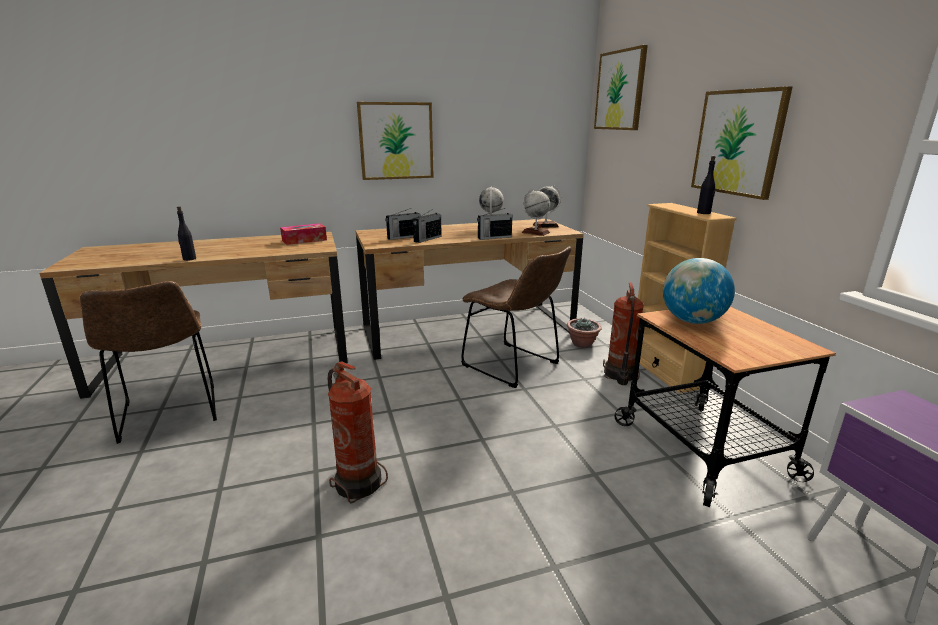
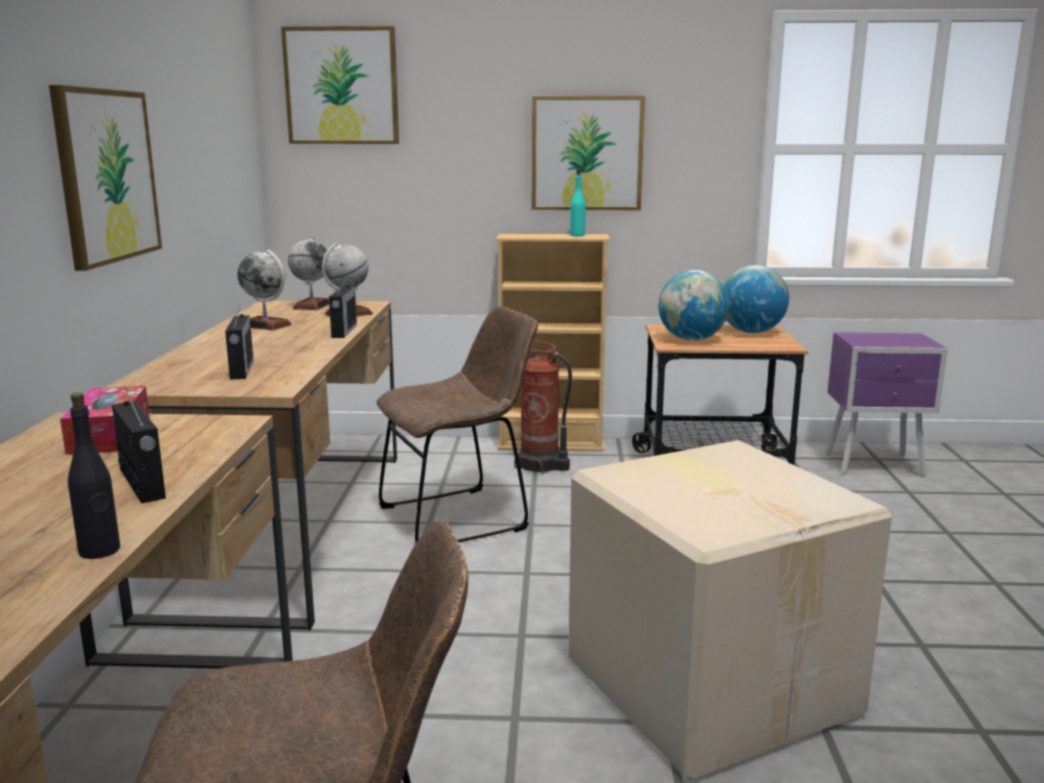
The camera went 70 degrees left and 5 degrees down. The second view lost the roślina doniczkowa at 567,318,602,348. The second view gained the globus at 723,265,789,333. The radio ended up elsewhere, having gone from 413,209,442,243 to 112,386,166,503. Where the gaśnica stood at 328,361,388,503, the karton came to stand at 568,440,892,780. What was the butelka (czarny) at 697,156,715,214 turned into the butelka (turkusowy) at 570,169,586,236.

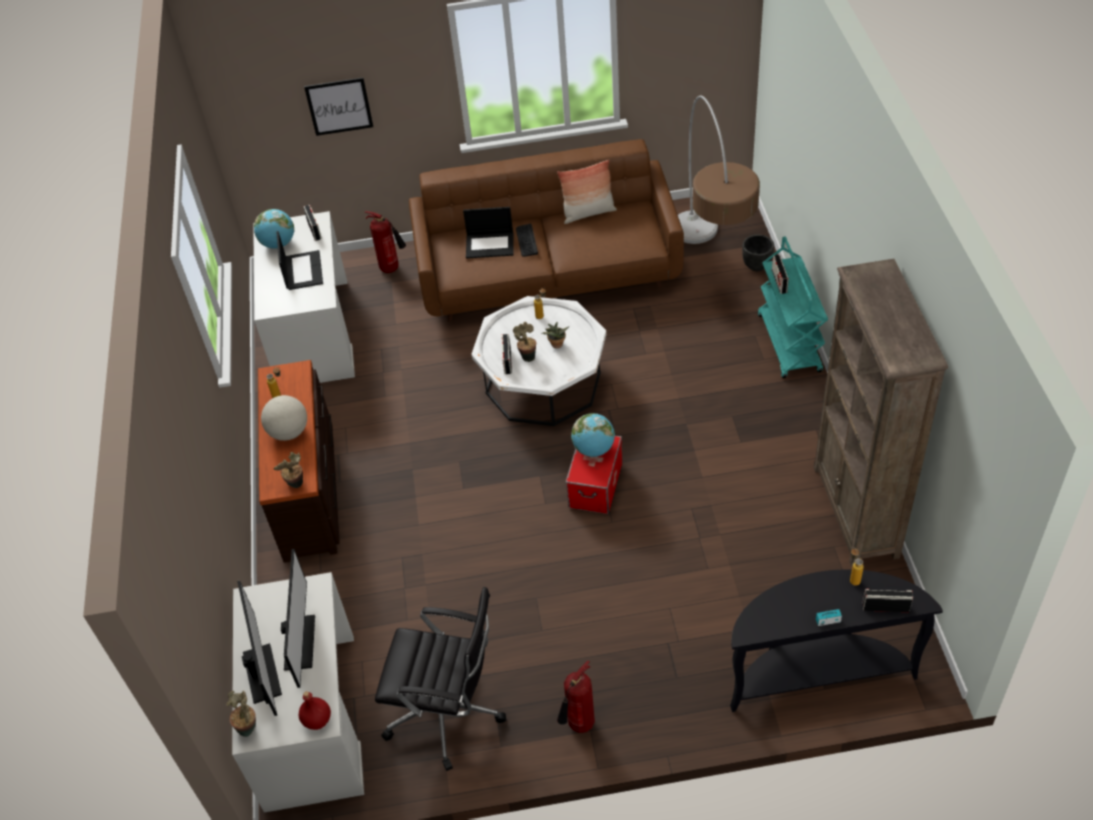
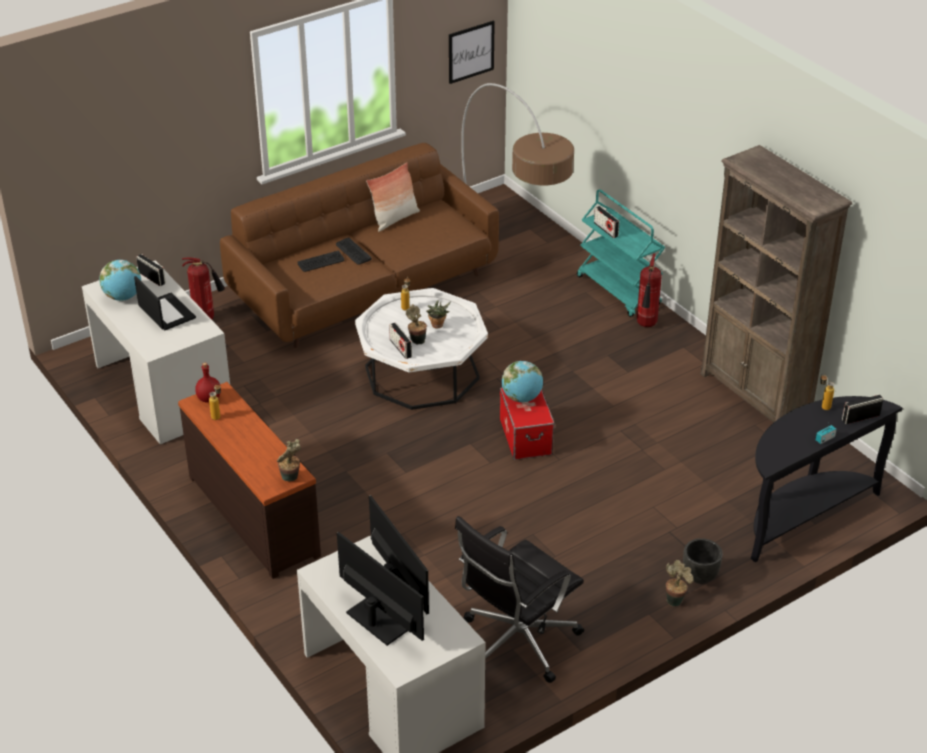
The camera went 30 degrees left and 10 degrees down. The second view lost the globus at 261,395,307,441. The roślina doniczkowa ended up elsewhere, having gone from 226,691,256,737 to 666,560,693,606. The butelka (czerwony) ended up elsewhere, having gone from 299,691,331,730 to 195,363,220,403. The obraz ended up elsewhere, having gone from 304,77,373,136 to 449,21,495,84. The gaśnica ended up elsewhere, having gone from 557,660,595,733 to 637,253,662,327. The donica (czarny) ended up elsewhere, having gone from 742,234,774,271 to 683,538,723,584. Where the laptop stood at 463,207,514,259, the klawiatura came to stand at 298,251,344,272. The krzesło biurowe (czarny) at 375,587,506,771 ended up facing another way, 150 degrees clockwise from before.

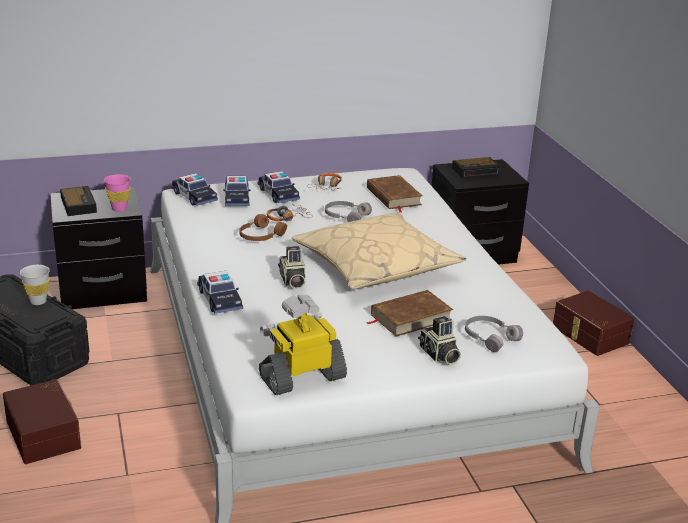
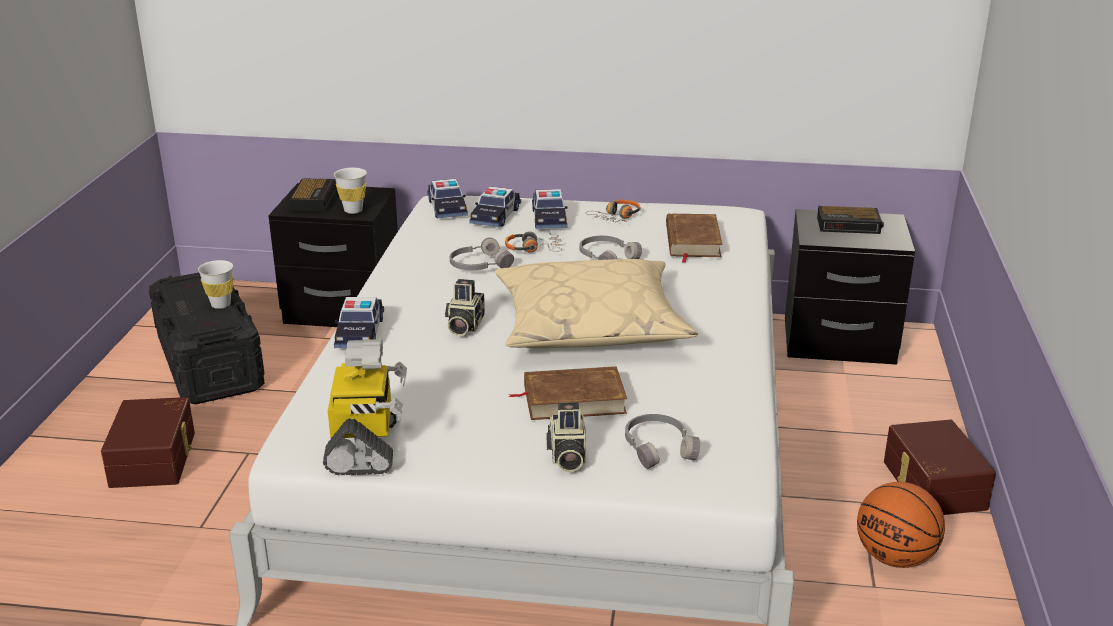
The camera went 25 degrees right and 0 degrees up. The second view gained the piłka do koszykówki at 857,482,945,568. What was the filiżanka (różowy) at 104,174,131,212 turned into the filiżanka (biały) at 334,168,367,214. What was the słuchawki (brązowy) at 239,214,287,241 turned into the słuchawki (szary) at 450,237,514,270. The robot zabawkowy at 259,295,347,395 ended up facing another way, 90 degrees clockwise from before.

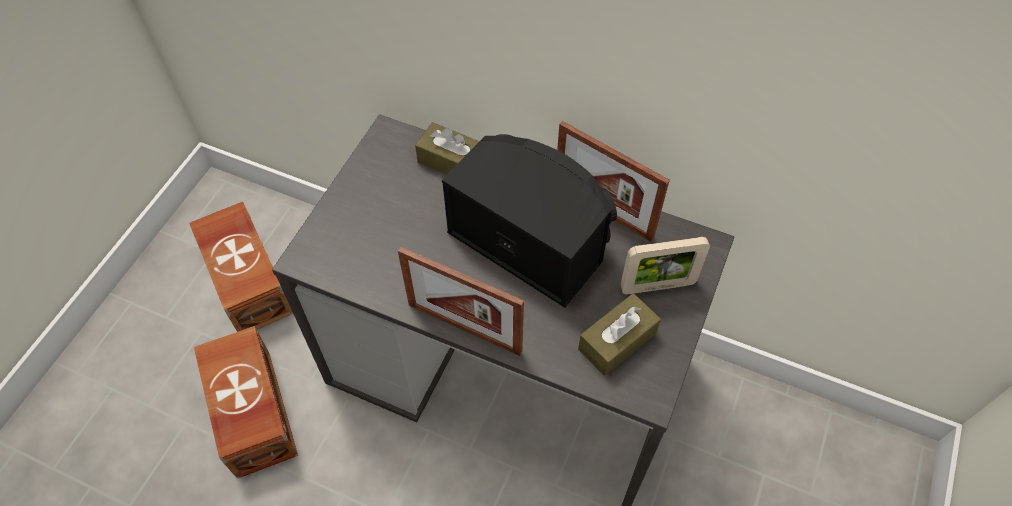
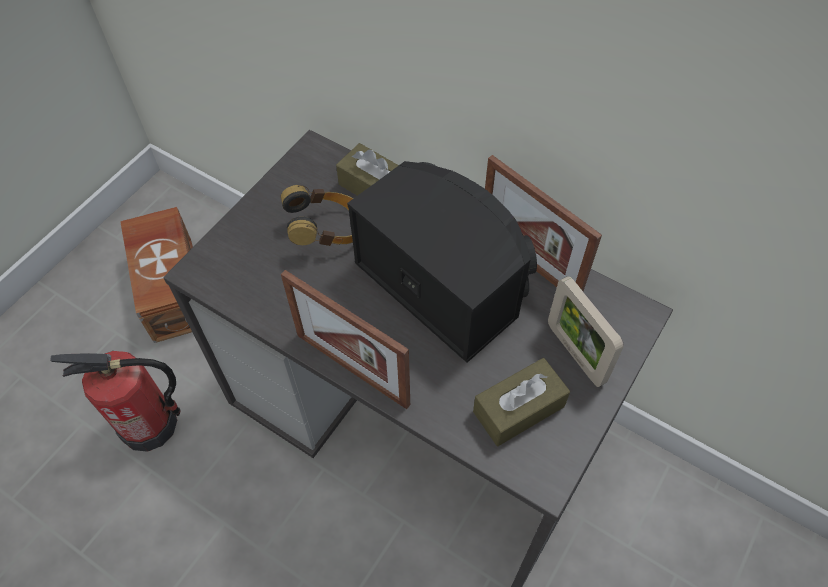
The camera went 10 degrees right and 0 degrees up. The second view gained the słuchawki at 281,185,354,246. Where the pojemnik do przechowywania (brązowy) stood at 194,326,298,479, the gaśnica came to stand at 50,351,181,452. The ramka na zdjęcie at 620,237,710,294 ended up facing another way, 60 degrees clockwise from before.

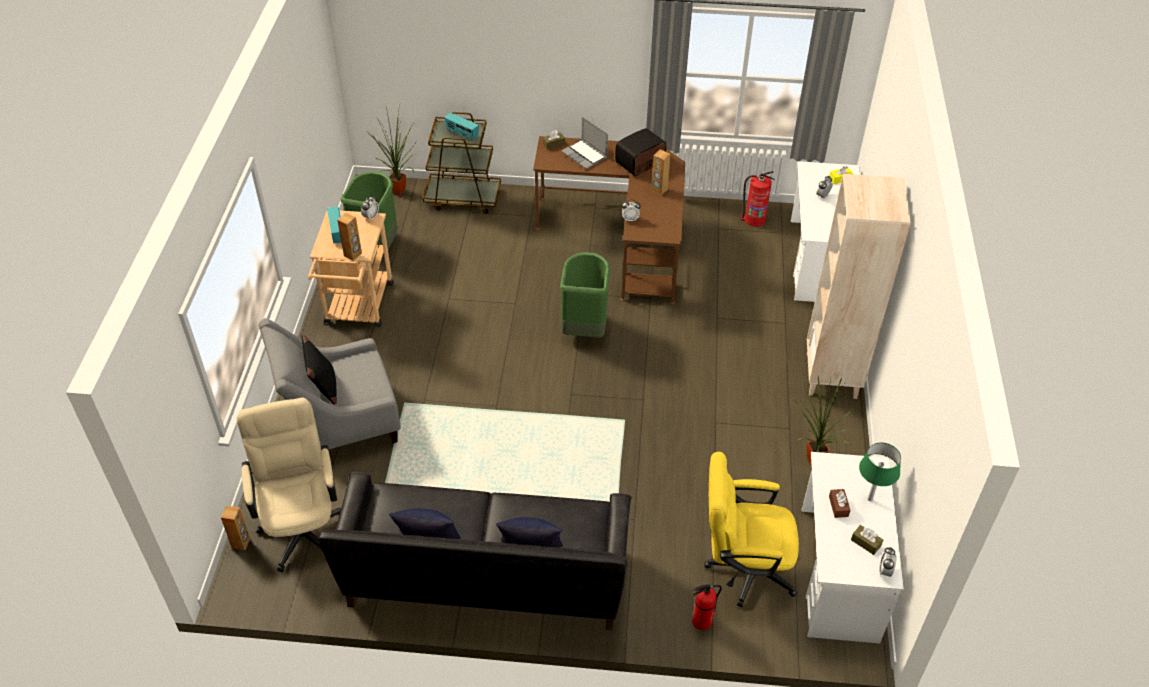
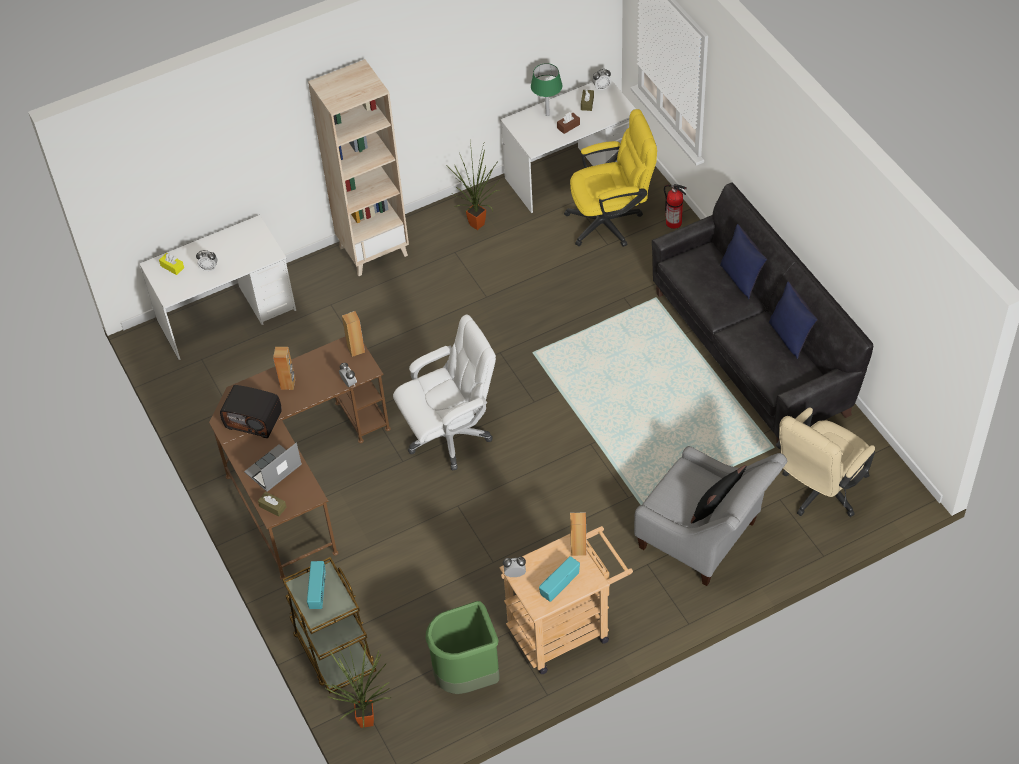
The camera went 120 degrees left and 5 degrees up. The second view lost the gaśnica at 741,171,775,227. The głośnik (brązowy) ended up elsewhere, having gone from 221,506,250,550 to 342,311,365,357. Where the kosz na śmieci (zielony) stood at 560,252,610,338, the krzesło biurowe (biały) came to stand at 393,314,496,470. The laptop at 561,117,608,169 ended up facing another way, 150 degrees counterclockwise from before. The krzesło biurowe (żółty) at 704,452,799,607 ended up facing another way, 75 degrees counterclockwise from before.

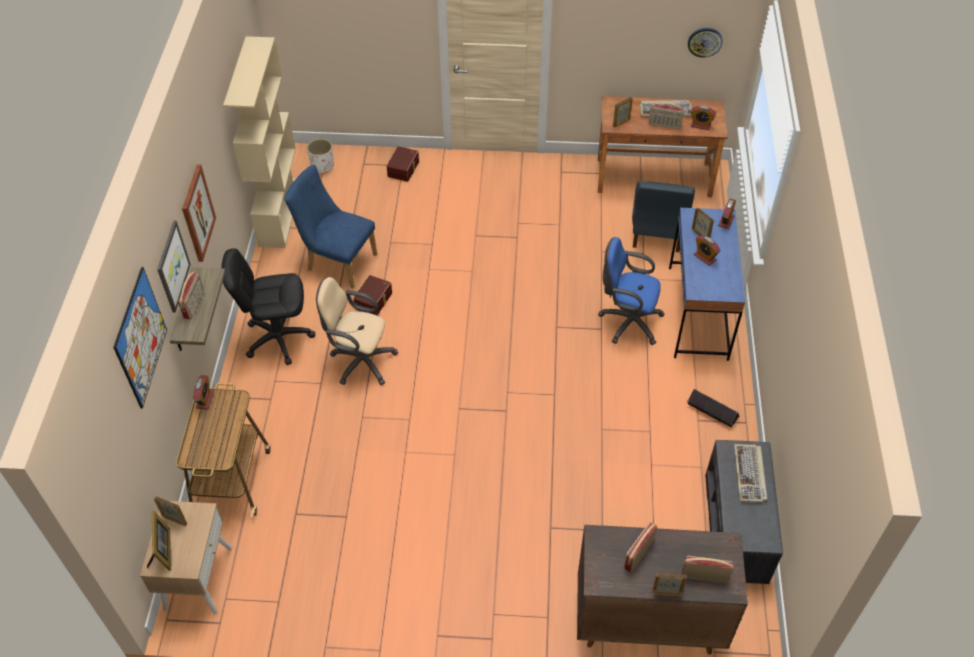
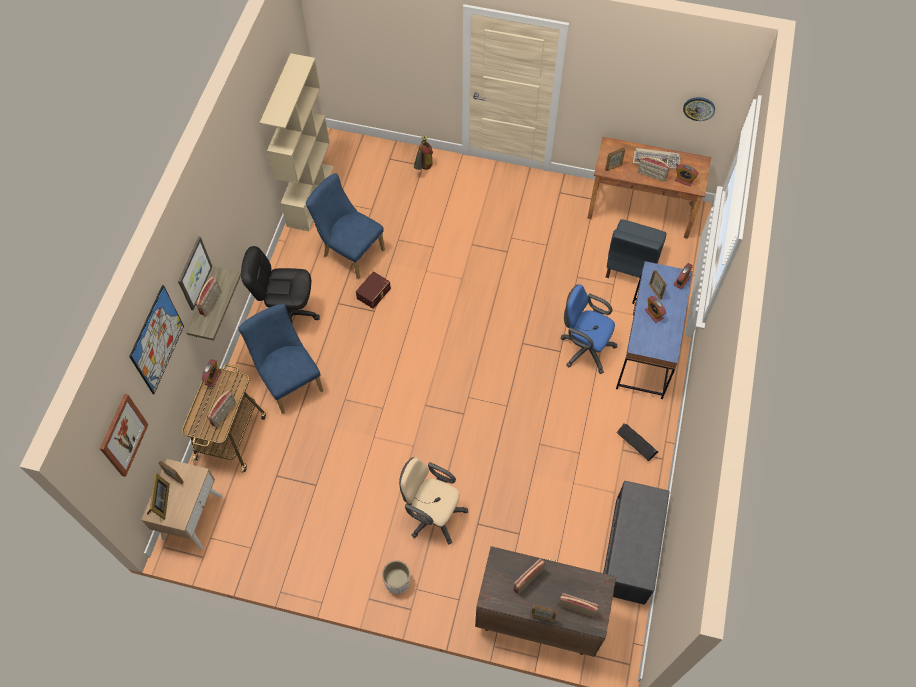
The camera went 10 degrees right and 10 degrees up. The second view lost the klawiatura at 734,444,767,502. The second view gained the radio at 207,390,236,427. The second view gained the krzesło (niebieski) at 238,304,323,414. The obraz ended up elsewhere, having gone from 182,164,216,262 to 99,394,148,477. The donica (biały) ended up elsewhere, having gone from 307,139,334,174 to 382,560,410,594. The krzesło biurowe (beżowy) ended up elsewhere, having gone from 316,277,398,385 to 399,457,468,545. Where the pojemnik do przechowywania (brązowy) stood at 387,146,419,182, the gaśnica came to stand at 414,135,433,170.

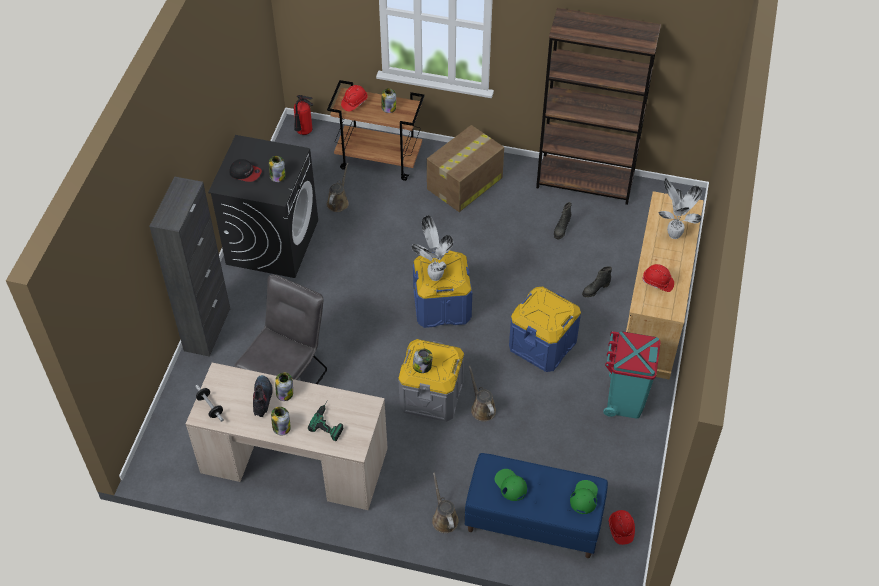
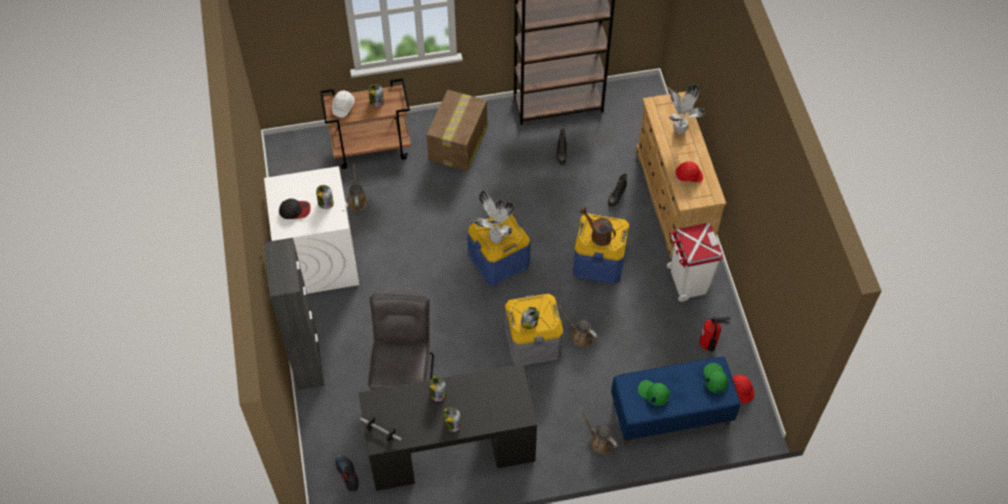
The camera went 25 degrees left and 5 degrees up. The second view lost the wiertarka at 308,400,343,441. The second view gained the konewka (brązowy) at 579,207,616,246. The but z cholewką ended up elsewhere, having gone from 253,375,273,417 to 335,455,359,492. The gaśnica ended up elsewhere, having gone from 294,95,313,135 to 699,316,731,352. What was the biurko (beżowy) at 186,363,388,510 turned into the biurko (czarny) at 359,364,537,491. What was the pralka (czarny) at 208,135,318,278 turned into the pralka (biały) at 264,166,359,294. What was the kask (czerwony) at 341,85,368,112 turned into the kask (biały) at 332,90,355,117. What was the kosz na śmieci (turkusowy) at 603,331,661,419 turned into the kosz na śmieci (biały) at 667,223,723,302.

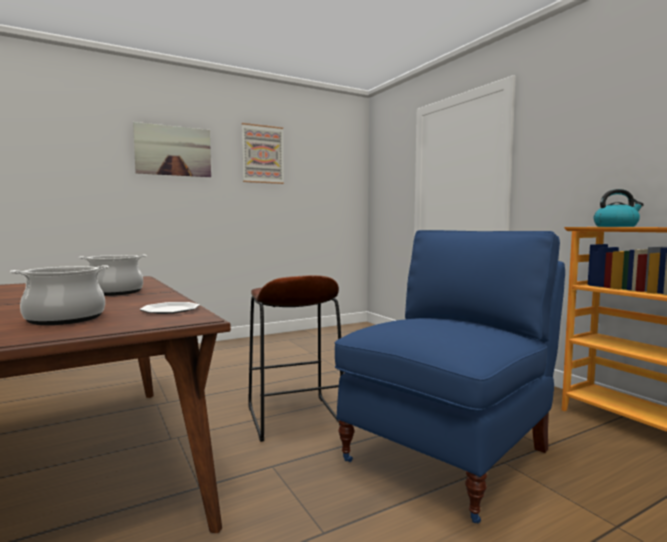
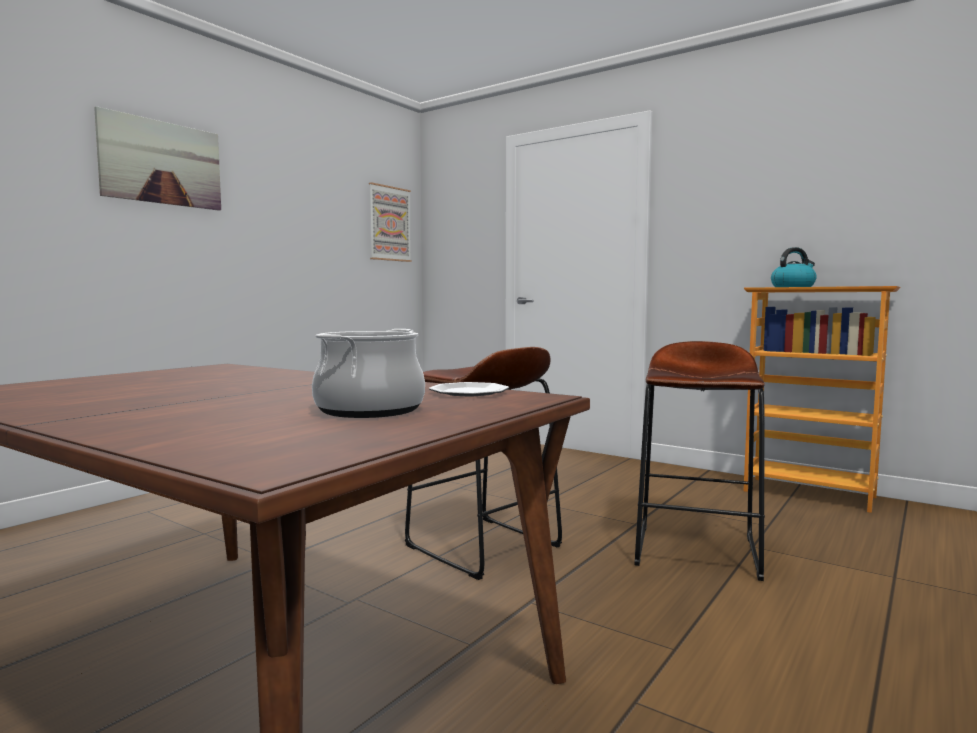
The camera went 25 degrees left and 0 degrees up. The second view lost the garnek at 79,255,147,296. The obraz ended up elsewhere, having gone from 242,123,284,184 to 369,182,412,262. Where the krzesło (niebieski) stood at 335,230,565,523, the stołek (brązowy) came to stand at 634,341,765,581.

